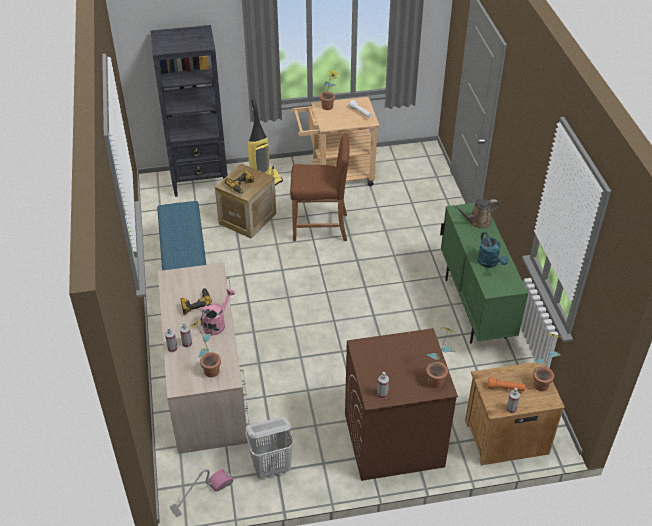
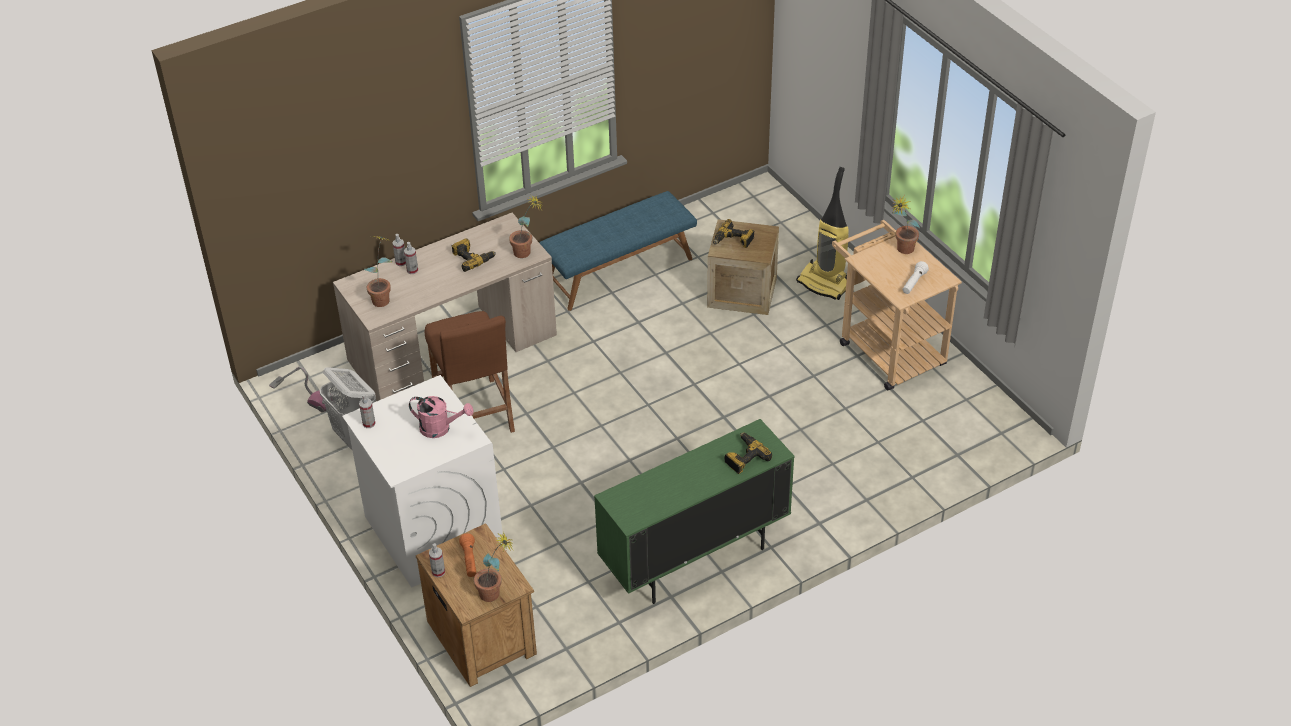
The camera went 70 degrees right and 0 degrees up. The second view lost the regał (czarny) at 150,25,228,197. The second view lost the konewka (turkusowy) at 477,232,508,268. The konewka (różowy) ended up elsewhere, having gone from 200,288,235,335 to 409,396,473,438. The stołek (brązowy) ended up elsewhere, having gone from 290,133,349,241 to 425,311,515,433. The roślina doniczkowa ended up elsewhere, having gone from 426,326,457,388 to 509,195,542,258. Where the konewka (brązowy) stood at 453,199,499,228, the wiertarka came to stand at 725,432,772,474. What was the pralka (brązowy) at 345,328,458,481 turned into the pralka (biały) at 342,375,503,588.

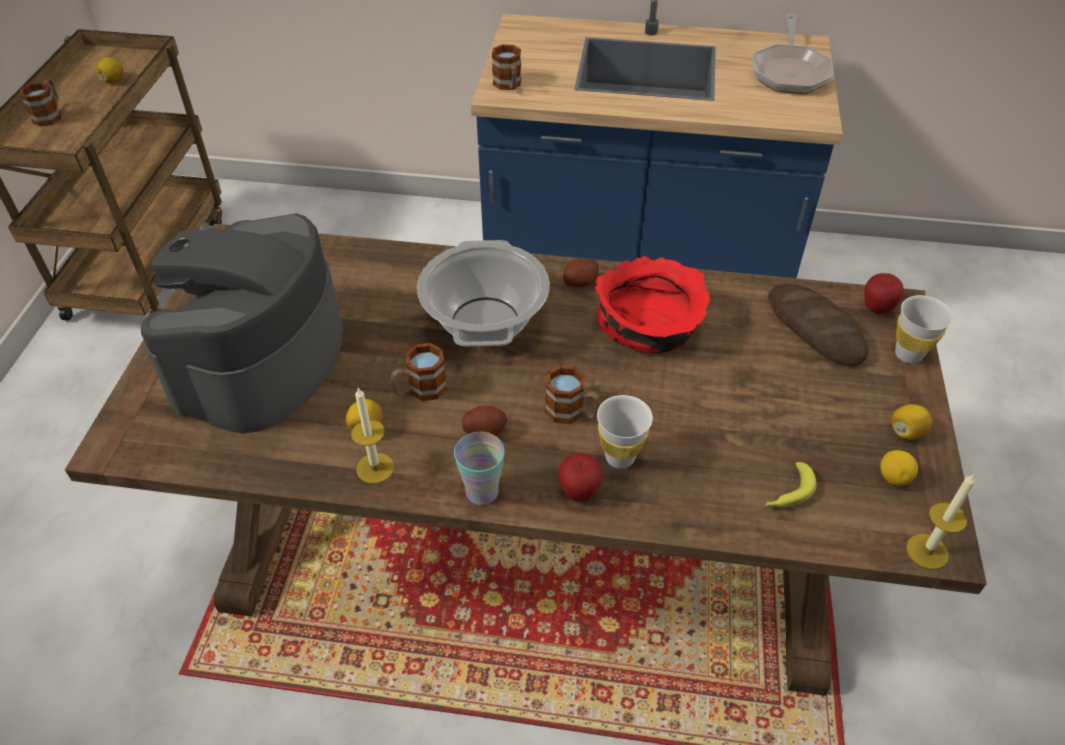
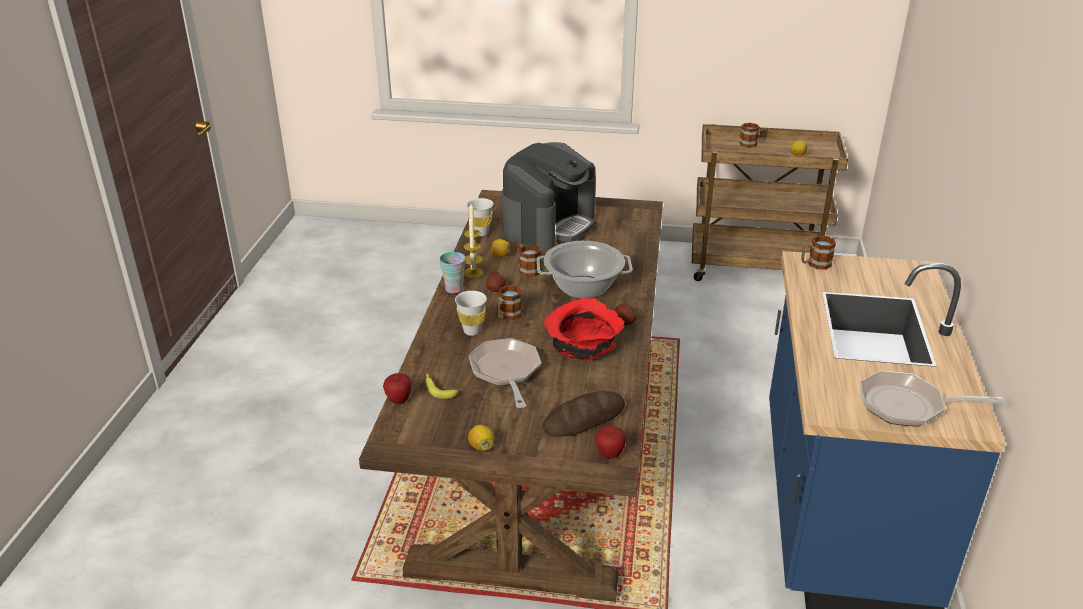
The camera went 90 degrees right and 15 degrees down. The second view lost the cytryna at 880,450,918,486. The second view gained the patelnia at 469,338,541,408. The jabłko ended up elsewhere, having gone from 558,453,603,502 to 383,373,412,404. The filiżanka (biały) ended up elsewhere, having gone from 895,295,953,364 to 467,198,493,236. The świeca ended up elsewhere, having gone from 906,474,975,569 to 464,216,483,278. The ekspres do kawy at 141,213,343,433 ended up facing another way, 105 degrees clockwise from before.

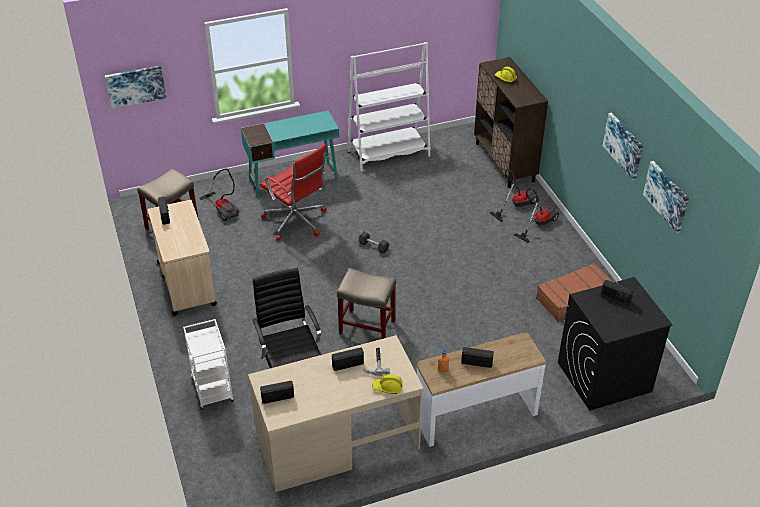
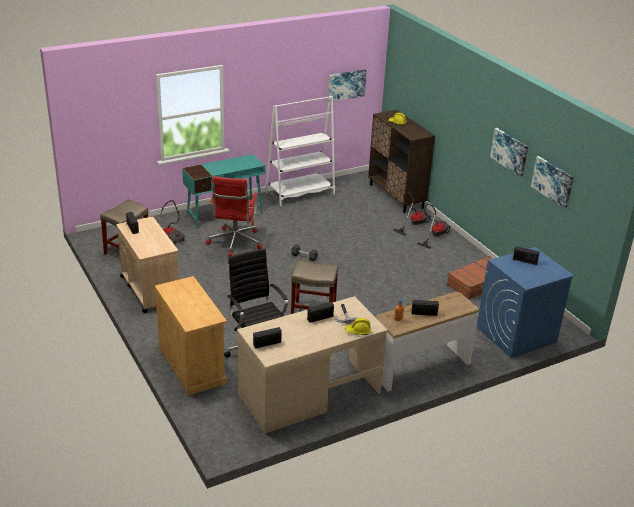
The camera went 10 degrees left and 10 degrees down. The obraz ended up elsewhere, having gone from 105,65,166,109 to 328,69,367,102. Where the wózek (biały) stood at 183,319,234,410, the szafka (beżowy) came to stand at 155,276,227,395. What was the pralka (czarny) at 558,277,673,411 turned into the pralka (niebieski) at 477,247,574,358. The krzesło biurowe (czerwony) at 260,144,327,241 ended up facing another way, 60 degrees clockwise from before.

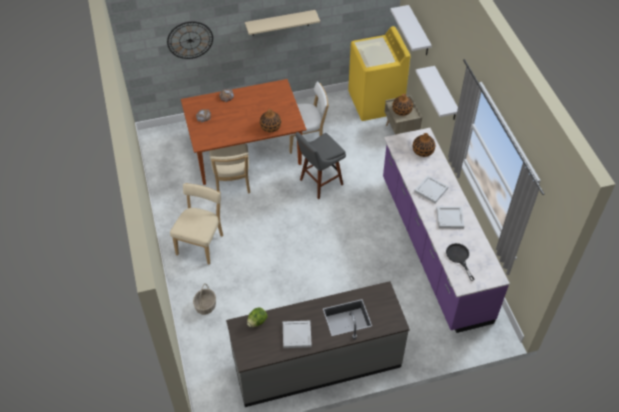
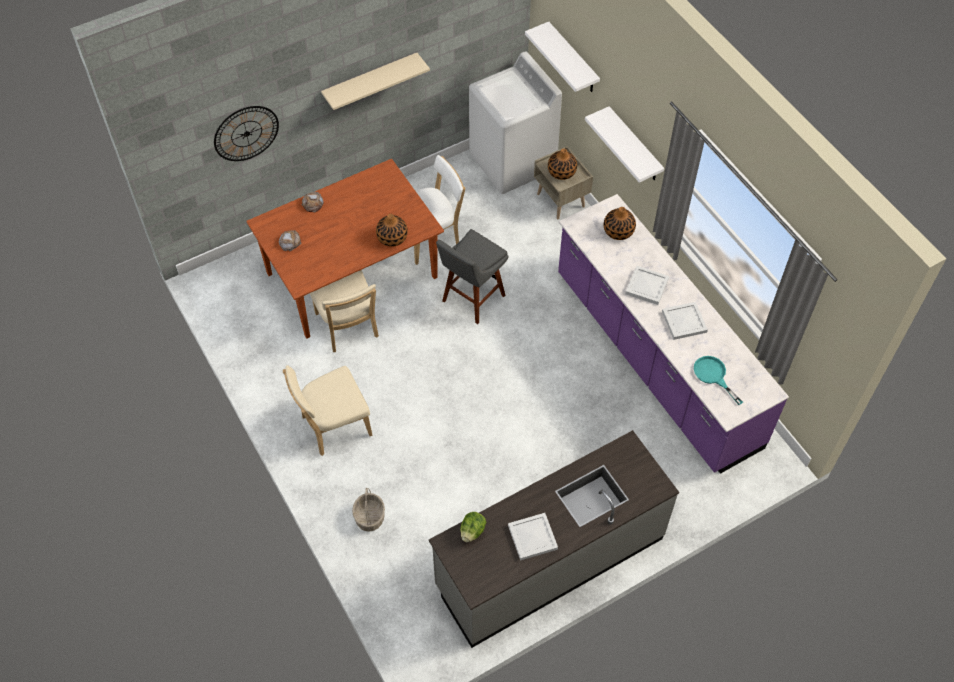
The camera went 15 degrees left and 5 degrees up. What was the pralka (żółty) at 348,26,410,121 turned into the pralka (biały) at 469,51,562,194. What was the patelnia (czarny) at 446,243,475,281 turned into the patelnia (turkusowy) at 694,356,743,405. The krzesło (beżowy) at 170,183,223,265 ended up facing another way, 120 degrees counterclockwise from before.

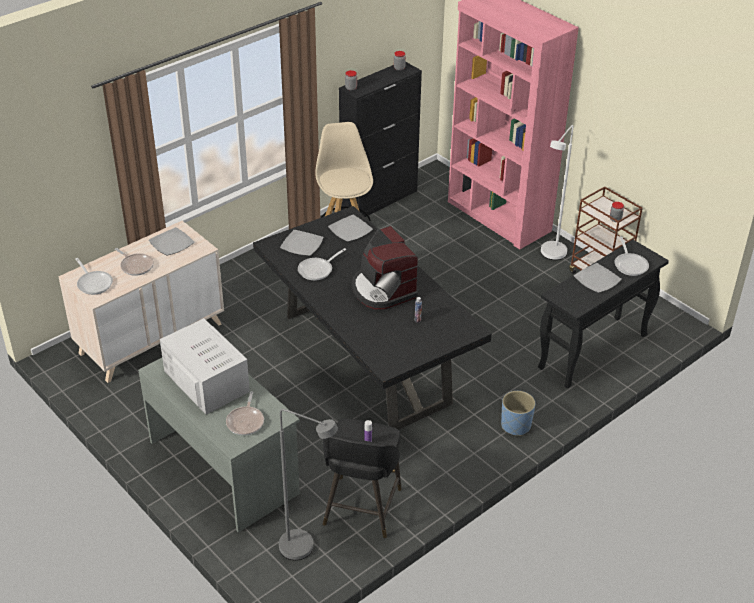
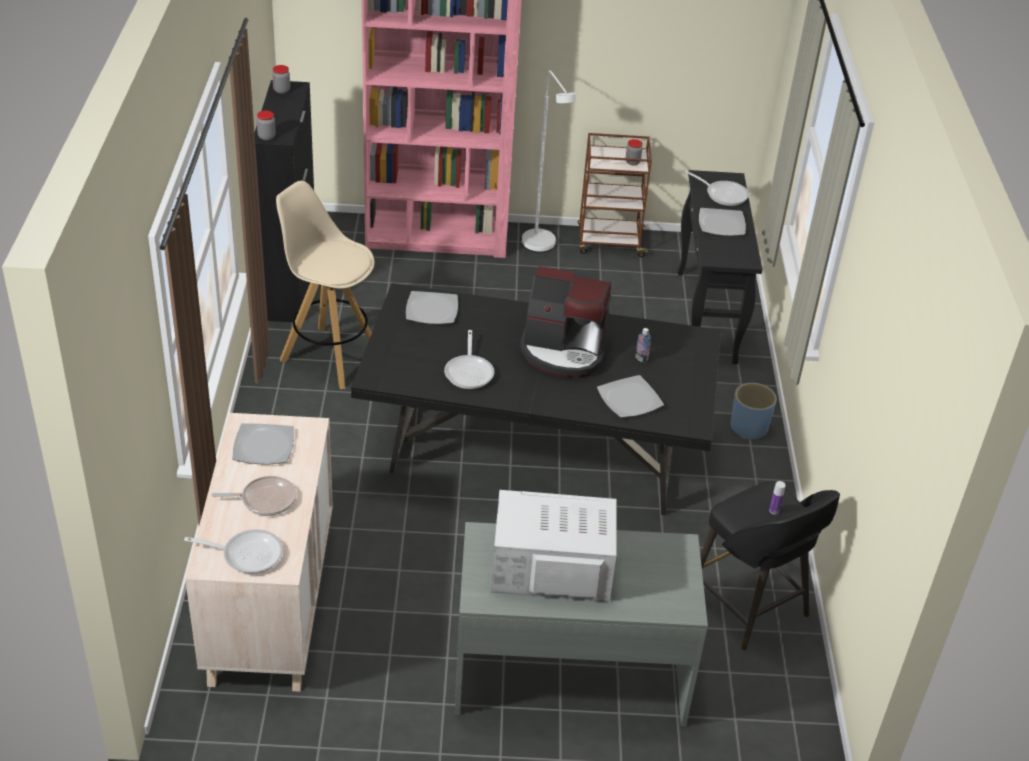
The camera went 50 degrees left and 0 degrees up. The second view lost the patelnia at 226,391,264,435. The second view lost the lampa stojąca (szary) at 279,409,338,560. The talerz ended up elsewhere, having gone from 280,230,324,256 to 597,375,664,418.

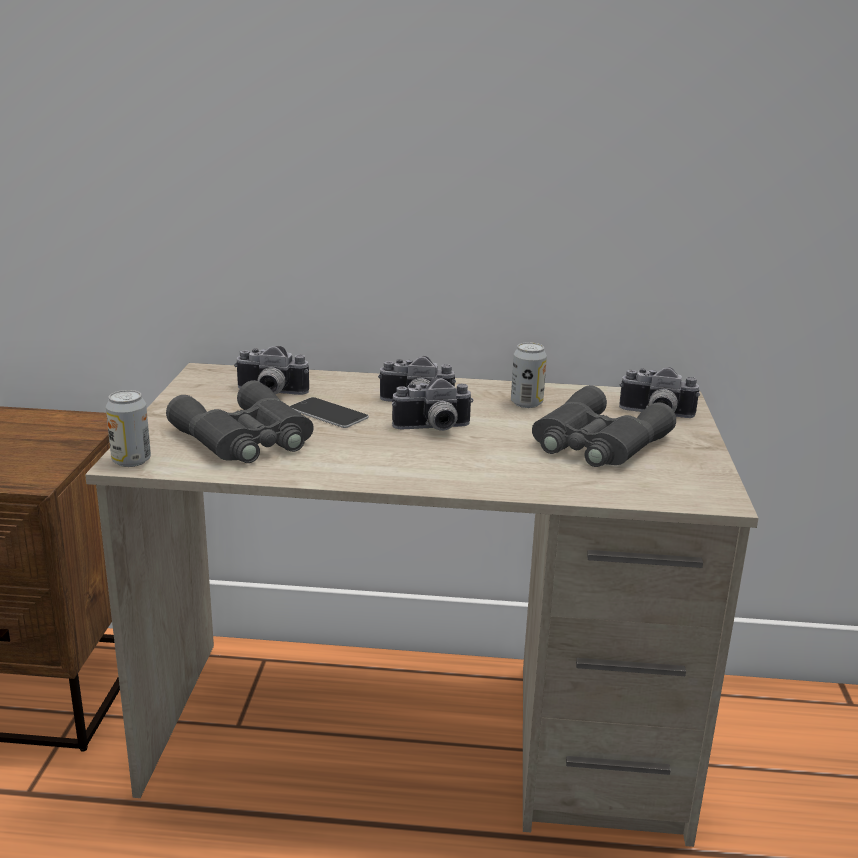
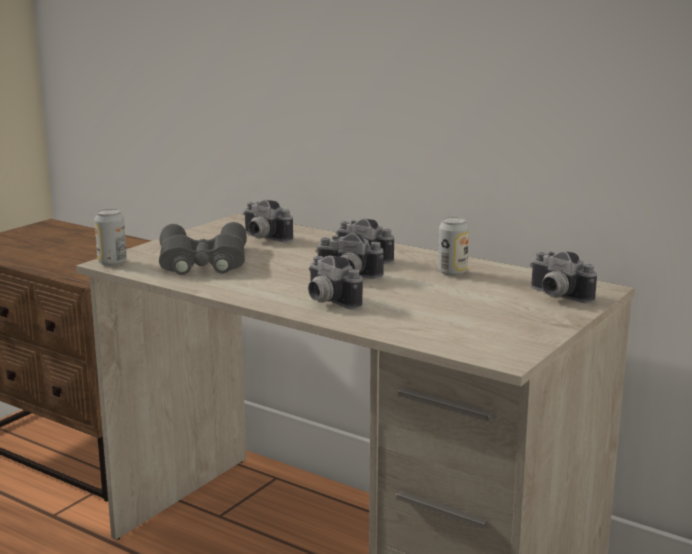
The camera went 30 degrees right and 5 degrees down. The second view lost the telefon at 290,397,369,428. The second view lost the lornetka (szary) at 532,385,676,467. The second view gained the aparat fotograficzny at 308,256,363,310.

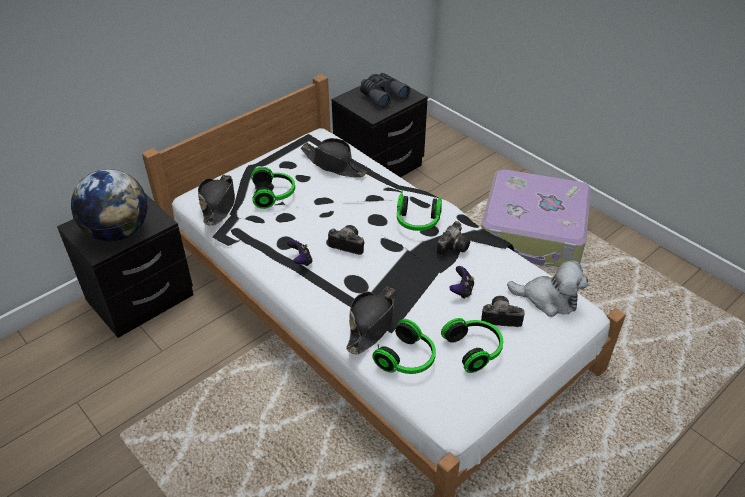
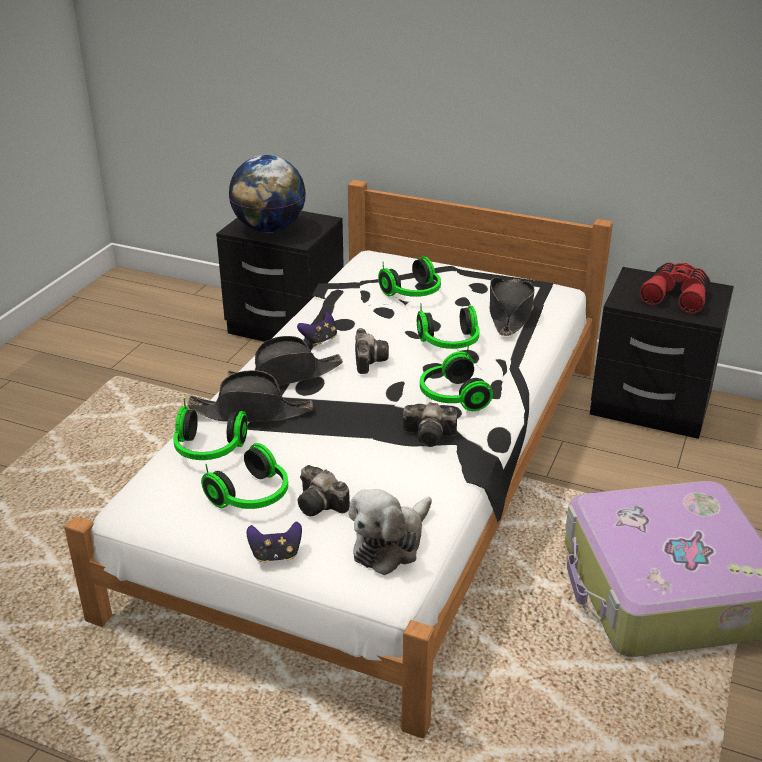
The camera went 65 degrees right and 10 degrees down. The second view gained the słuchawki at 417,303,480,349. The kapelusz (czarny) ended up elsewhere, having gone from 198,174,235,226 to 227,336,343,386. The pad do gier ended up elsewhere, having gone from 449,266,474,299 to 247,521,302,562. What was the lornetka (szary) at 360,73,410,109 turned into the lornetka (czerwony) at 639,262,710,314. The aparat fotograficzny at 481,296,525,327 ended up facing another way, 150 degrees clockwise from before. The pluszak at 507,260,588,317 ended up facing another way, 45 degrees clockwise from before.

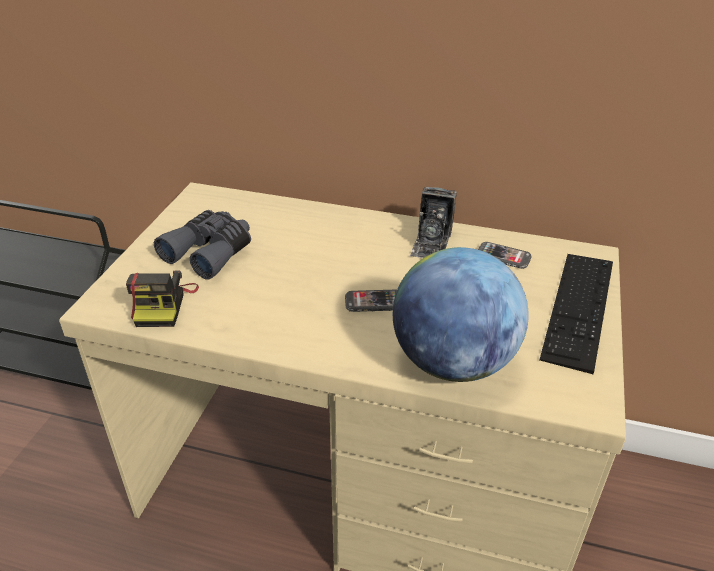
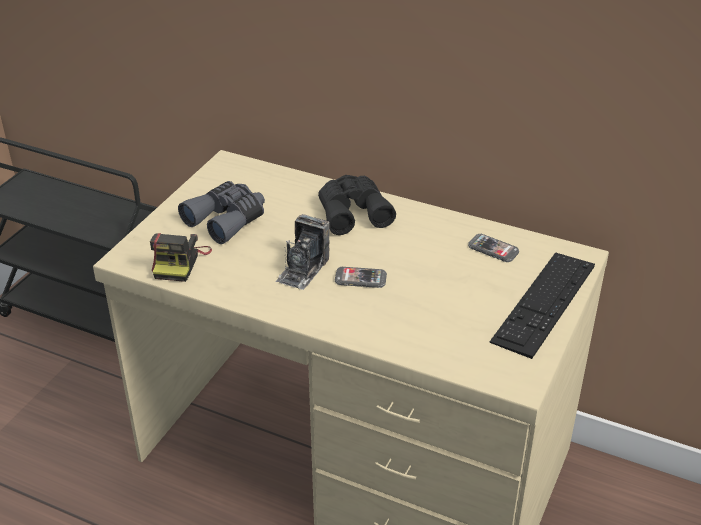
The camera went 10 degrees right and 0 degrees up. The second view lost the globus at 393,247,529,382. The second view gained the lornetka (czarny) at 318,175,396,235. The aparat fotograficzny ended up elsewhere, having gone from 410,187,457,258 to 276,214,330,290.

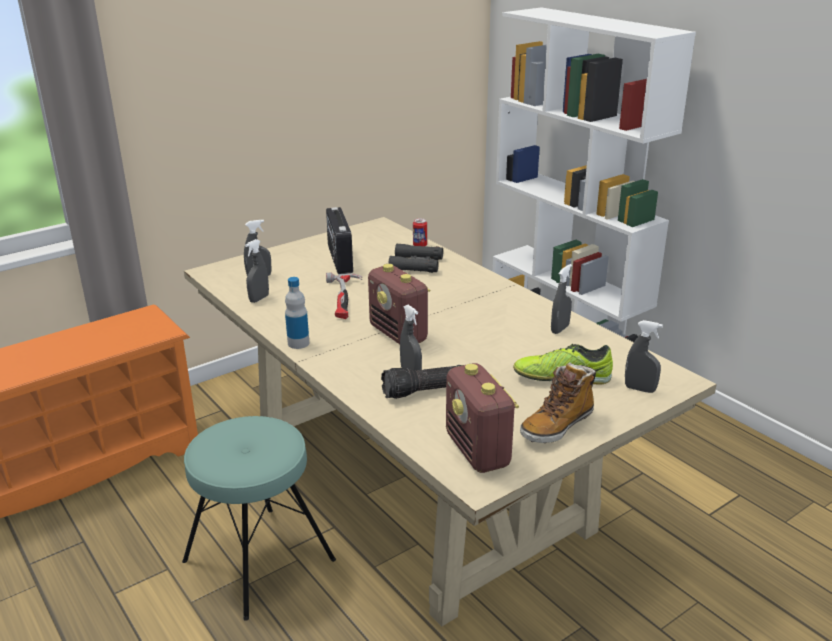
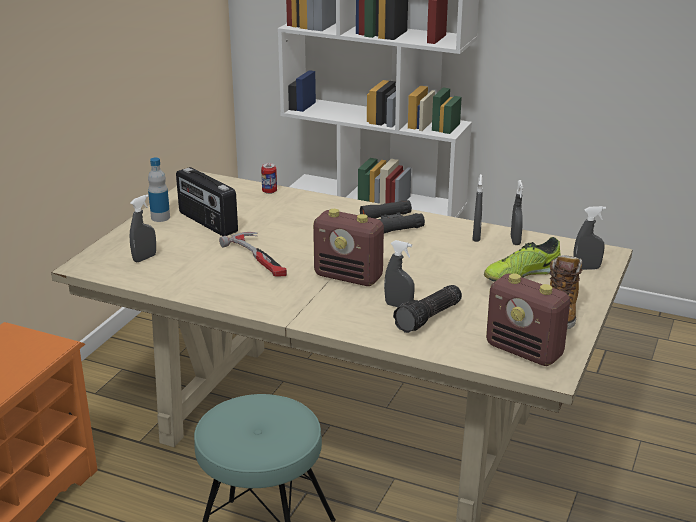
The camera went 30 degrees left and 0 degrees up. The spryskiwacz (szary) ended up elsewhere, having gone from 245,239,269,303 to 511,180,523,245. The butelka ended up elsewhere, having gone from 285,277,309,349 to 148,158,170,222. The lornetka (czarny) ended up elsewhere, having gone from 388,244,443,273 to 360,200,425,233.

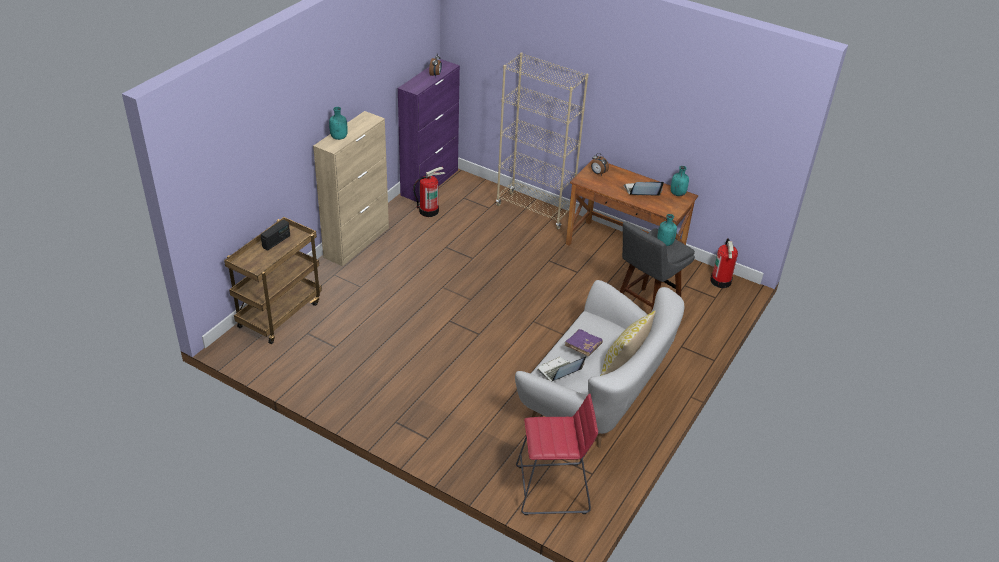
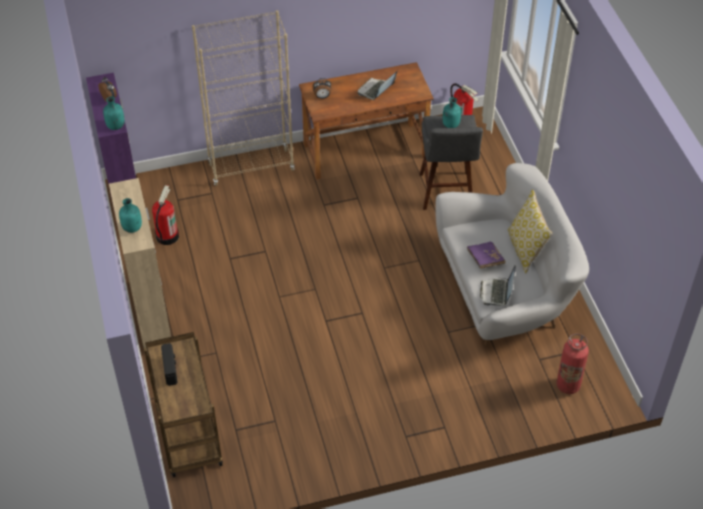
The camera went 45 degrees left and 10 degrees up. The butelka (turkusowy) ended up elsewhere, having gone from 671,166,689,196 to 103,97,124,130. Where the stołek (czerwony) stood at 516,393,598,515, the gaśnica came to stand at 556,334,589,394.

